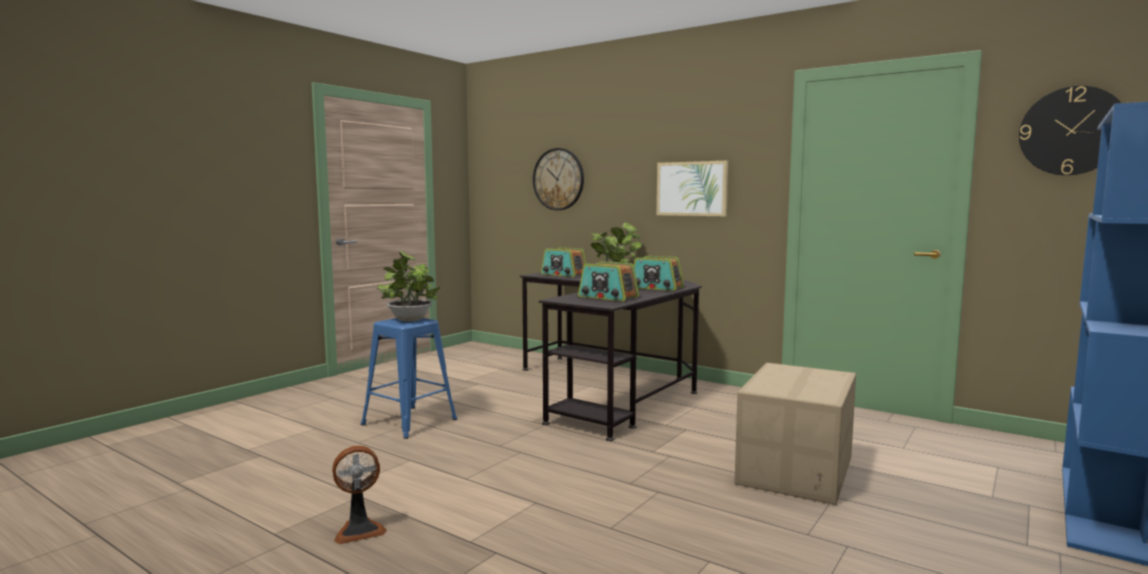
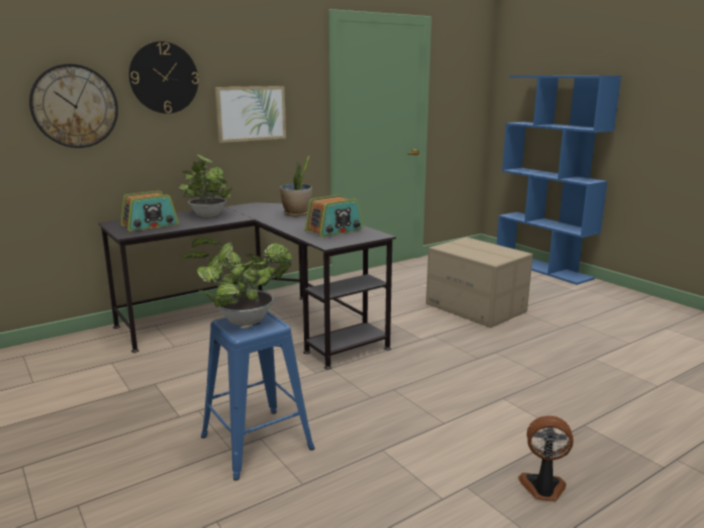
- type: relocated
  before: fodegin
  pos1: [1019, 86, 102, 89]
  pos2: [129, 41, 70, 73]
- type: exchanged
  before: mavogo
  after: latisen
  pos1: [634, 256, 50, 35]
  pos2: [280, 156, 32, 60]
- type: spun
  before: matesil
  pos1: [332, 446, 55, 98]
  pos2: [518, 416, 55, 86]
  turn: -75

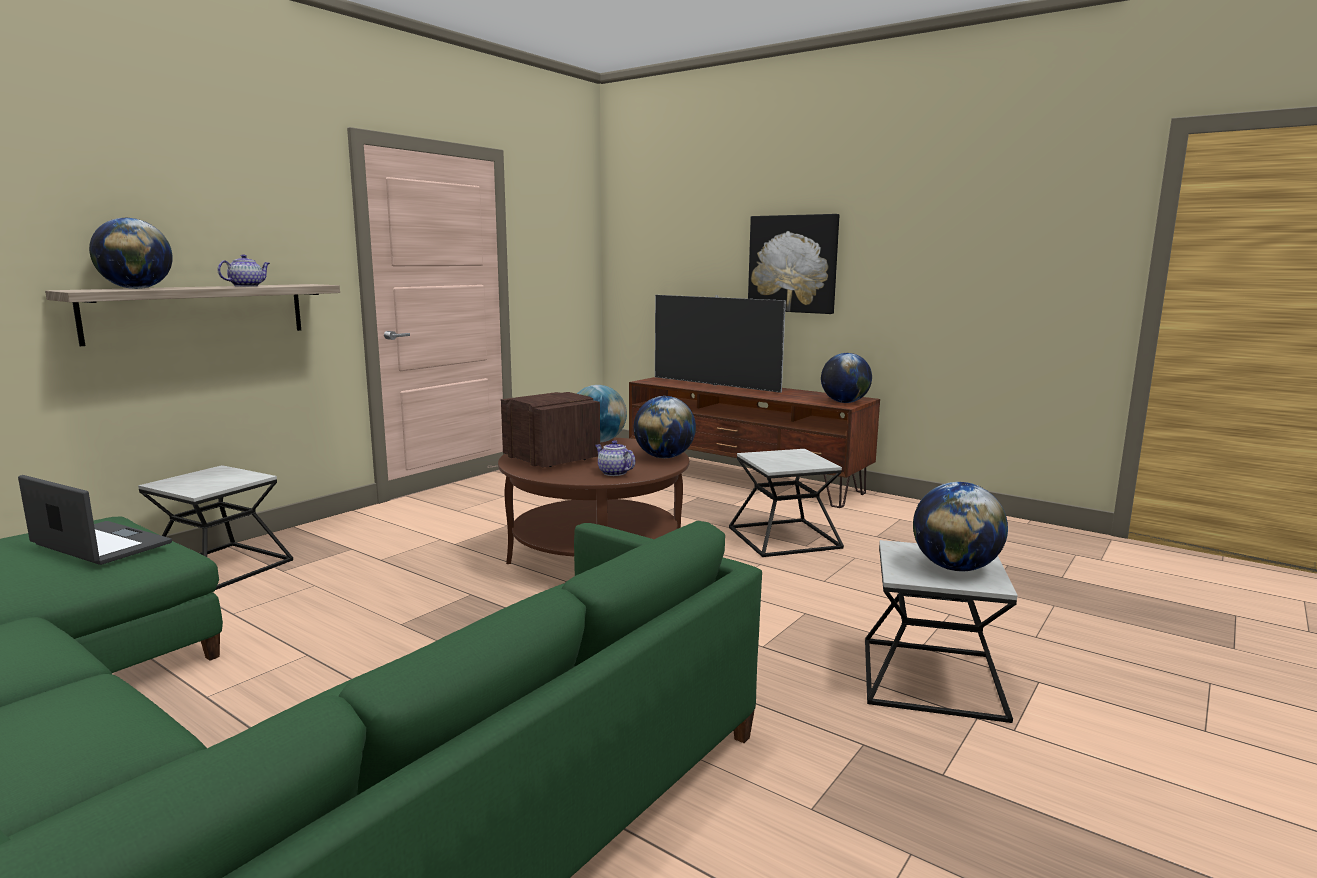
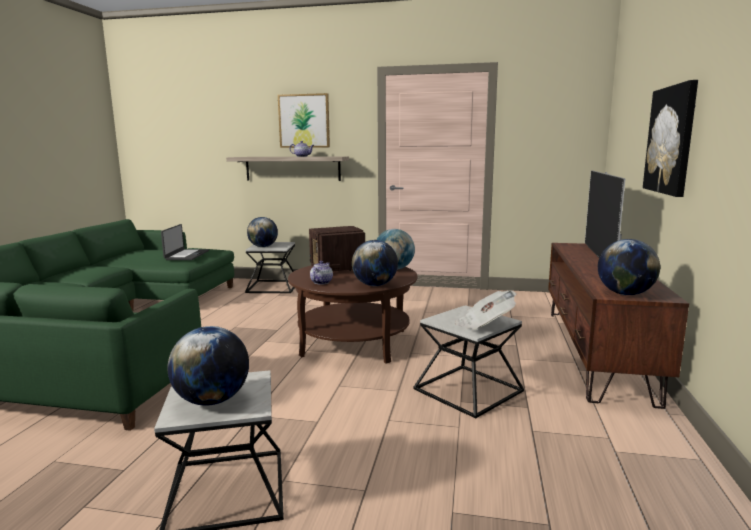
- type: relocated
  before: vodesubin
  pos1: [89, 218, 84, 71]
  pos2: [247, 217, 31, 30]
- type: spun
  before: mavogo
  pos1: [501, 392, 99, 75]
  pos2: [309, 226, 56, 45]
  turn: 135
- type: appeared
  after: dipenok
  pos2: [278, 93, 52, 55]
- type: appeared
  after: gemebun
  pos2: [455, 290, 62, 40]

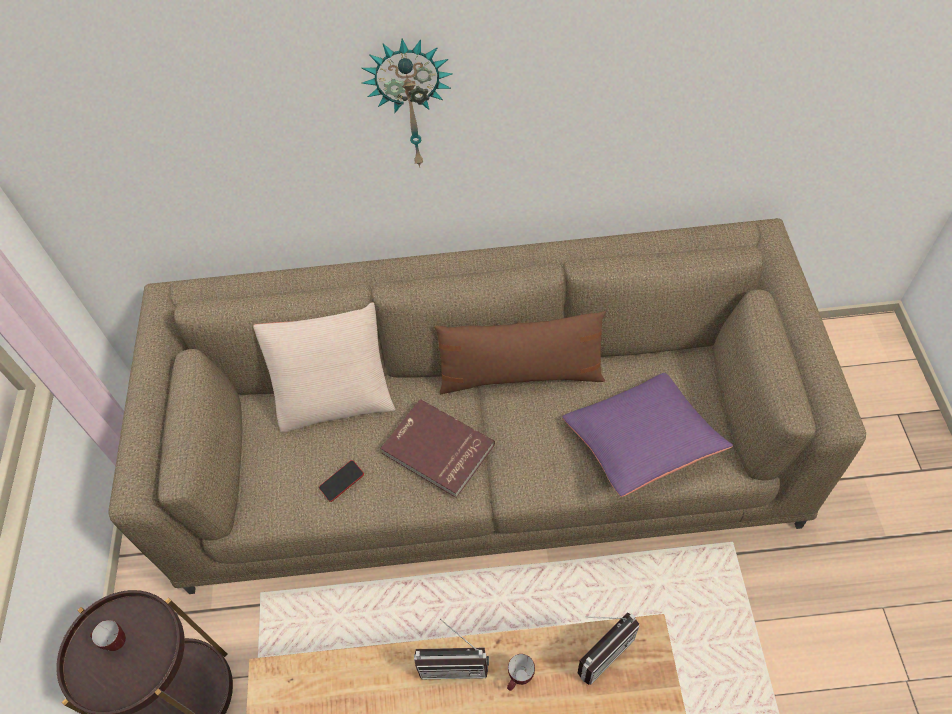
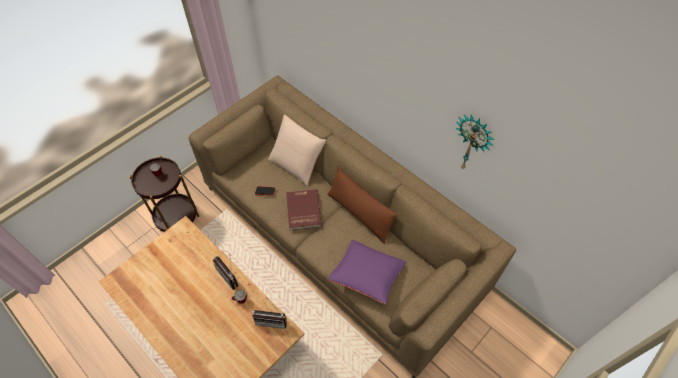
- type: relocated
  before: fodegin
  pos1: [362, 39, 91, 129]
  pos2: [456, 114, 38, 56]

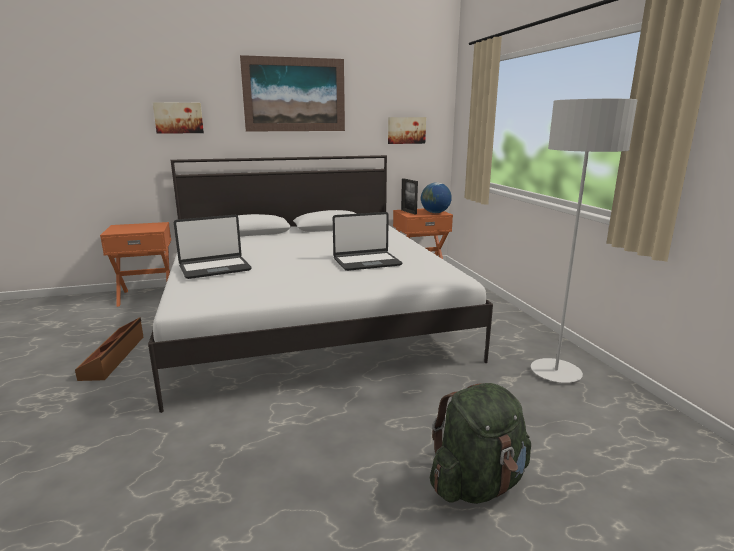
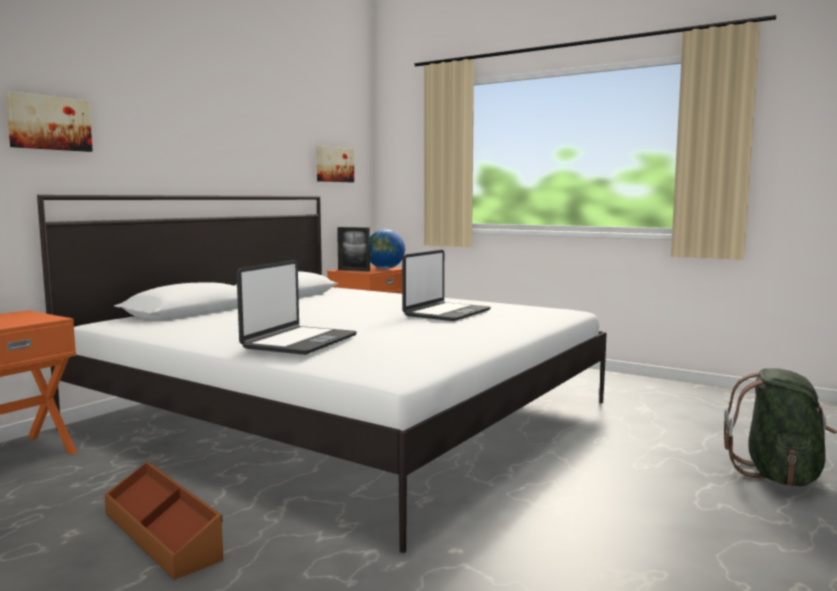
- type: missing
  before: dipenok
  pos1: [240, 55, 105, 77]
- type: missing
  before: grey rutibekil
  pos1: [531, 99, 107, 284]

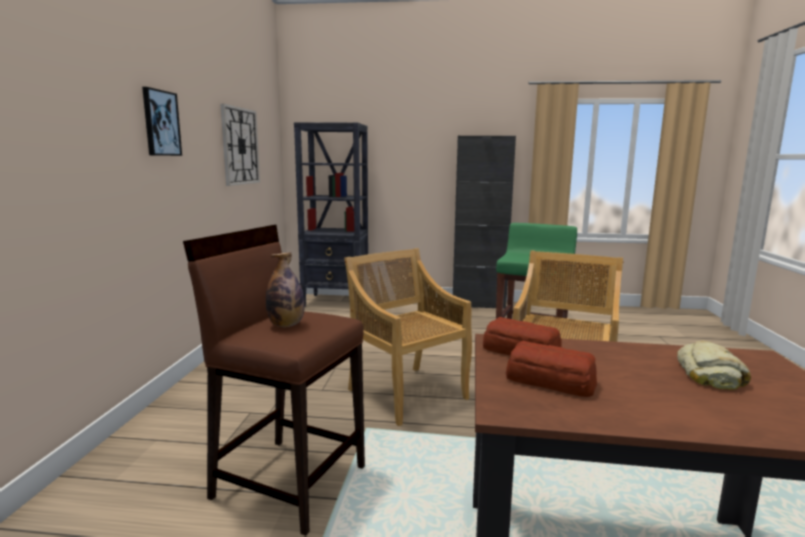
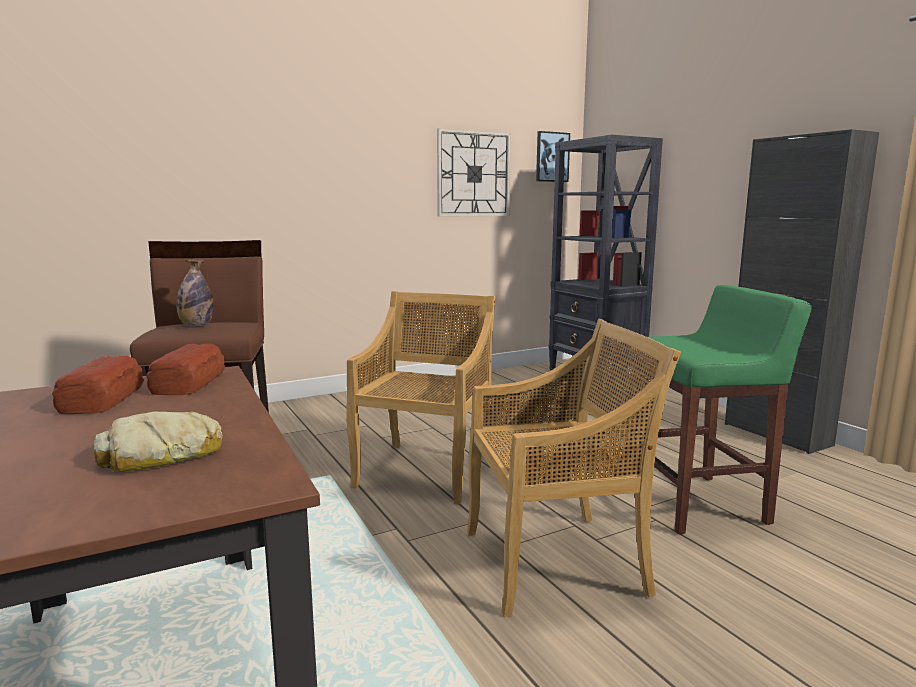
- type: relocated
  before: dipenok
  pos1: [142, 87, 40, 69]
  pos2: [536, 131, 34, 51]

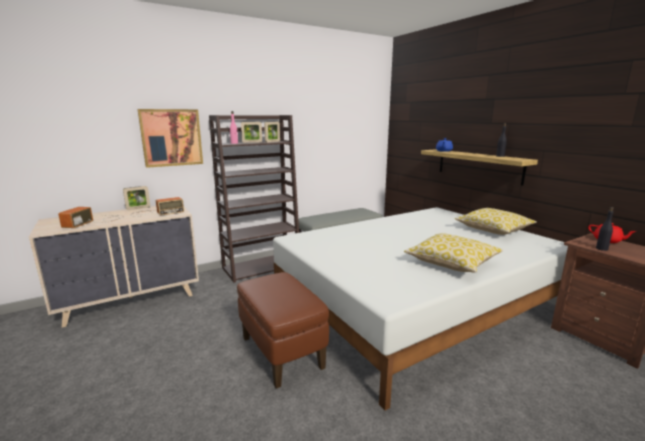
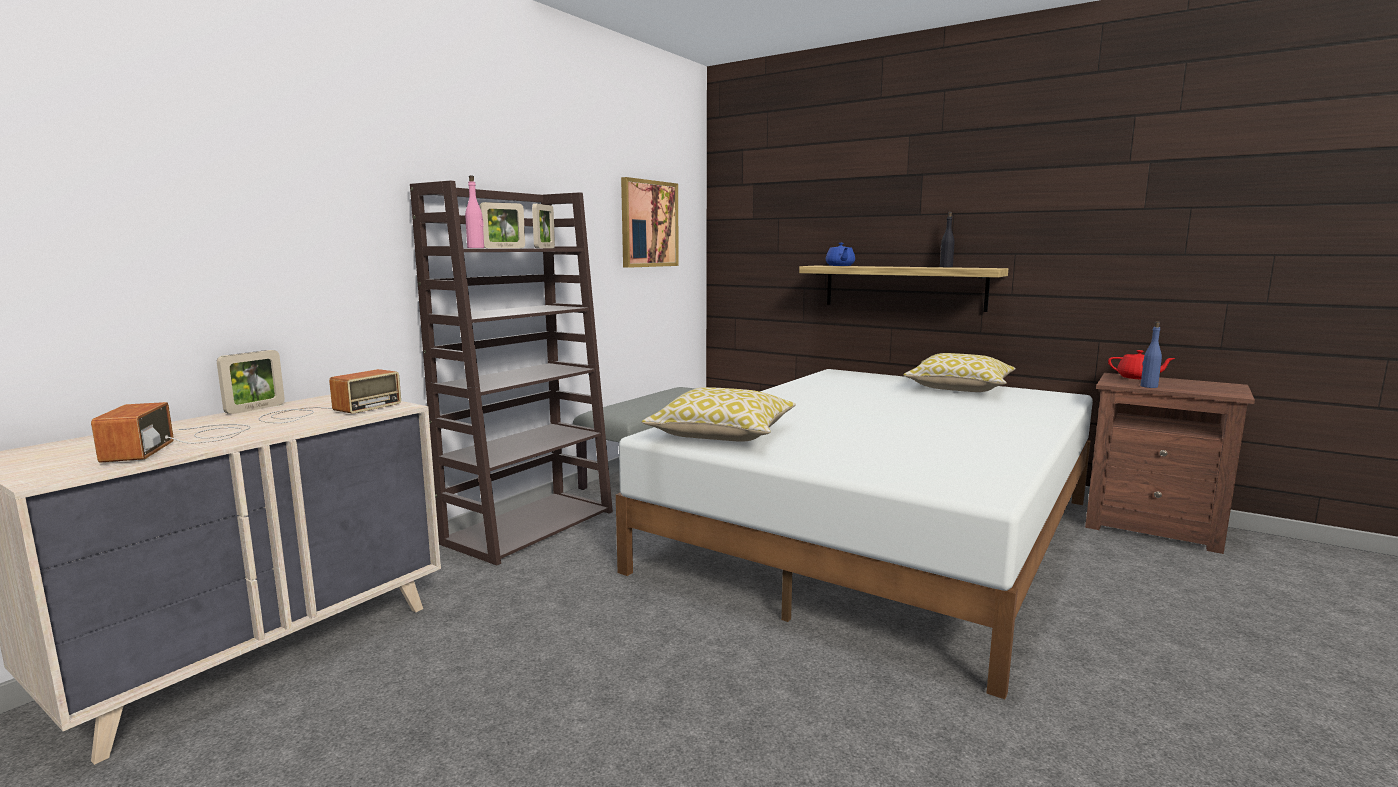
- type: relocated
  before: dipenok
  pos1: [137, 109, 66, 59]
  pos2: [621, 177, 58, 91]
- type: colour
  before: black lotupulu
  after: blue lotupulu
  pos1: [596, 207, 18, 44]
  pos2: [1140, 321, 22, 67]
- type: relocated
  before: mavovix
  pos1: [404, 233, 99, 40]
  pos2: [642, 387, 154, 55]
- type: missing
  before: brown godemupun
  pos1: [237, 272, 92, 117]

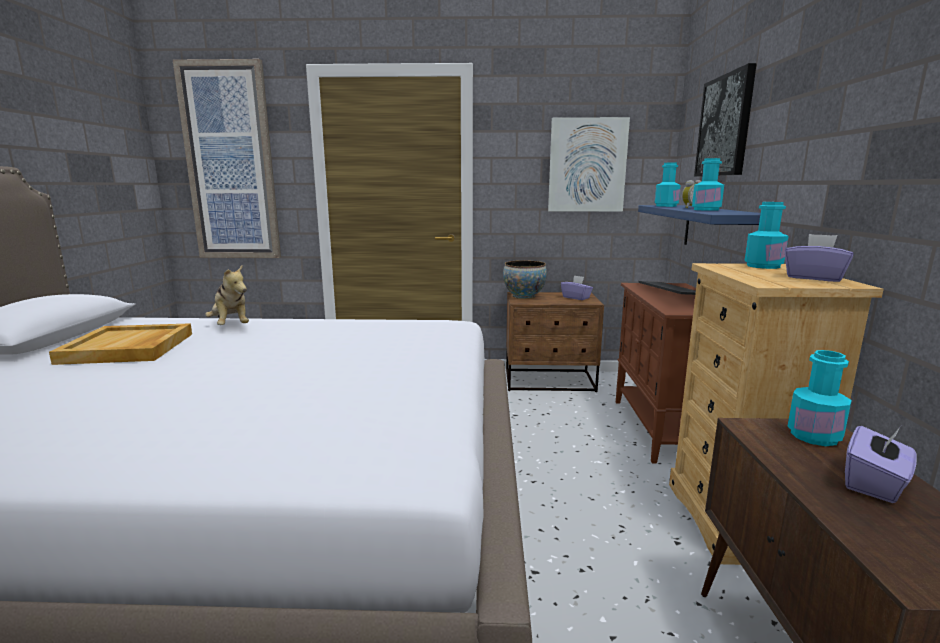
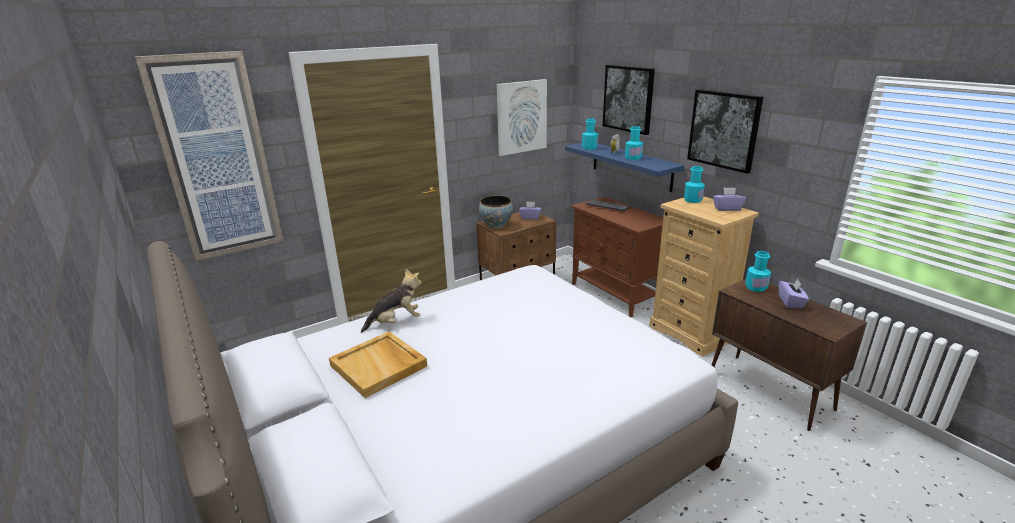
- type: spun
  before: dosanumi
  pos1: [205, 265, 44, 60]
  pos2: [361, 269, 61, 64]
  turn: -45
- type: appeared
  after: dipenok
  pos2: [687, 89, 76, 85]

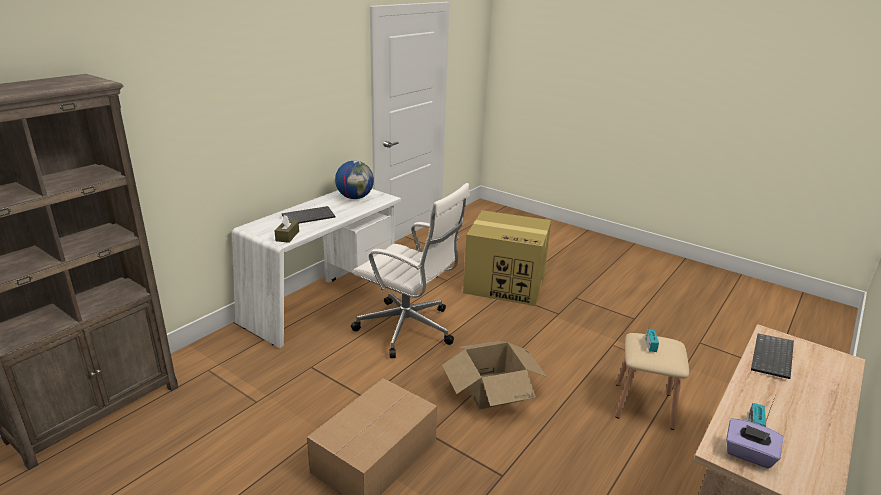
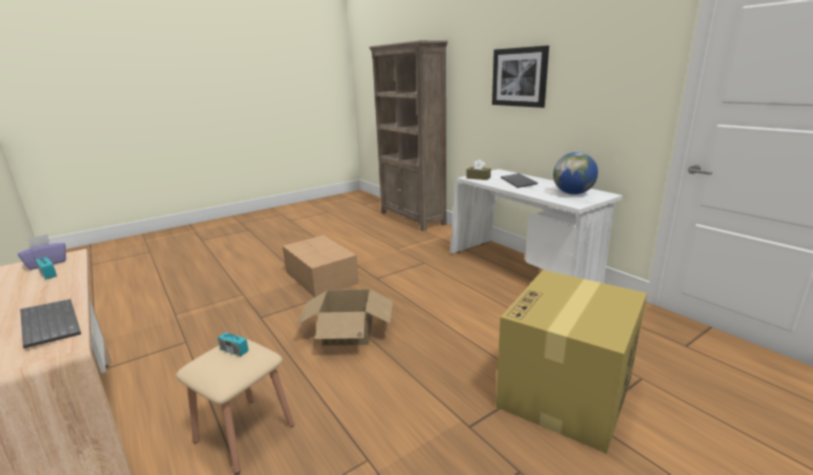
- type: missing
  before: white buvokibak
  pos1: [351, 183, 119, 175]
- type: appeared
  after: dipenok
  pos2: [492, 45, 57, 63]

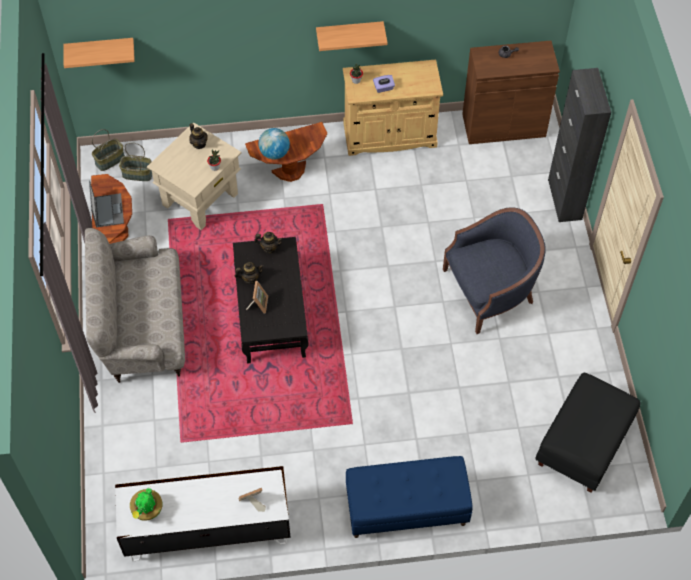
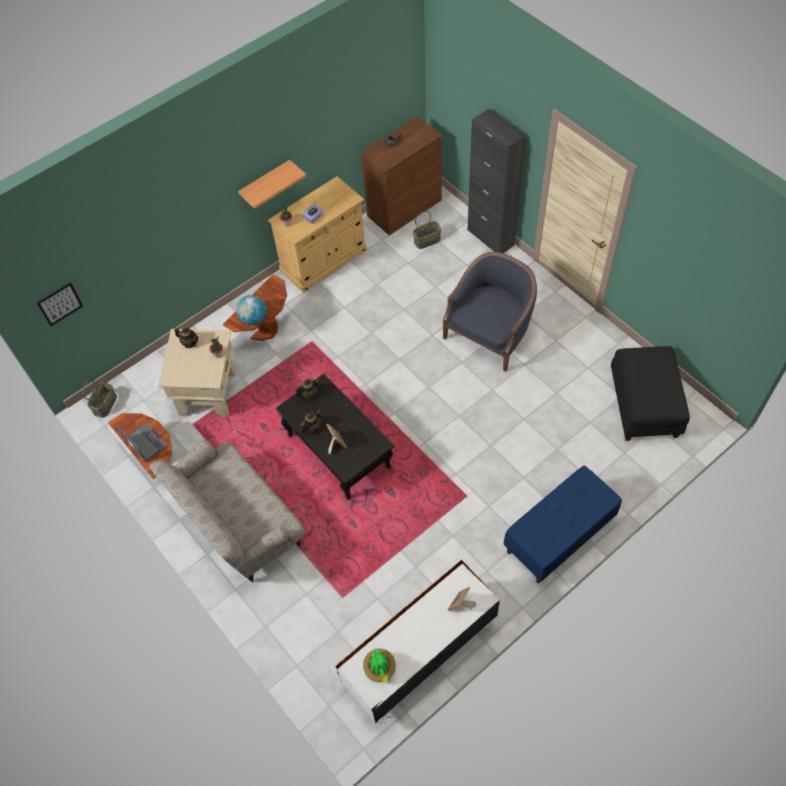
- type: exchanged
  before: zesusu
  after: dipenok
  pos1: [63, 38, 72, 30]
  pos2: [37, 282, 46, 44]
- type: relocated
  before: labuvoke
  pos1: [119, 143, 33, 38]
  pos2: [413, 211, 28, 38]

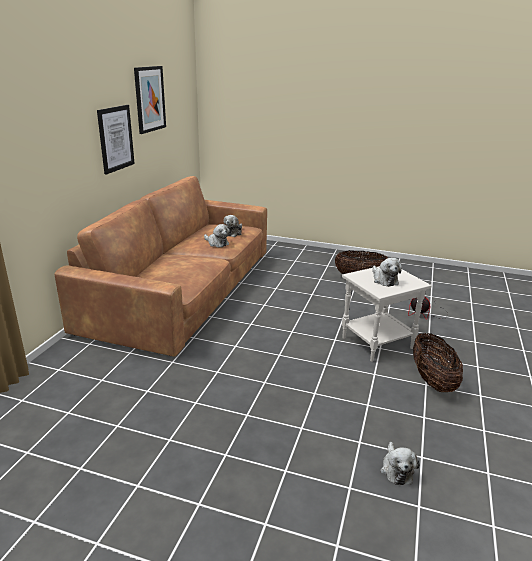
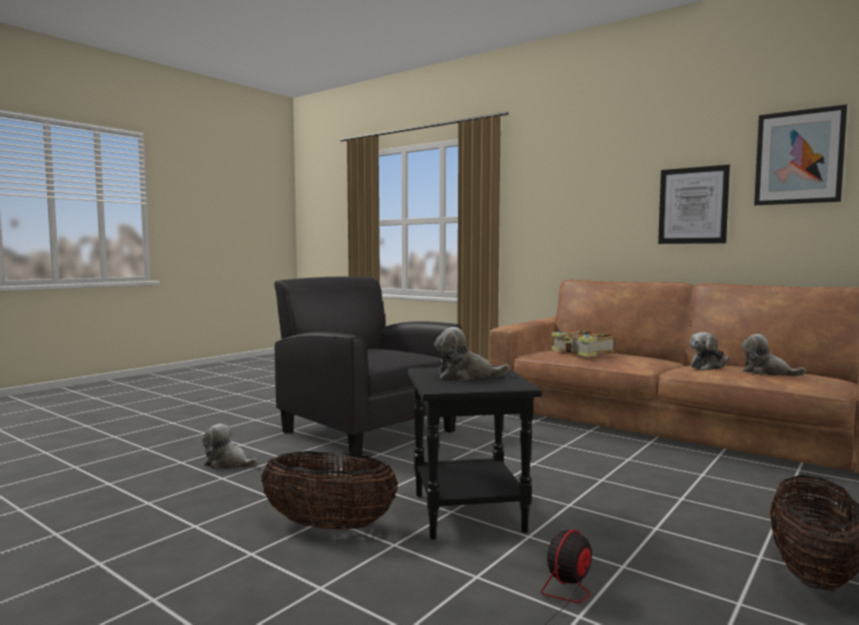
- type: colour
  before: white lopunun
  after: black lopunun
  pos1: [342, 266, 89, 96]
  pos2: [408, 366, 134, 173]
- type: appeared
  after: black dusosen
  pos2: [275, 276, 186, 184]
- type: appeared
  after: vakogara
  pos2: [551, 330, 65, 27]

